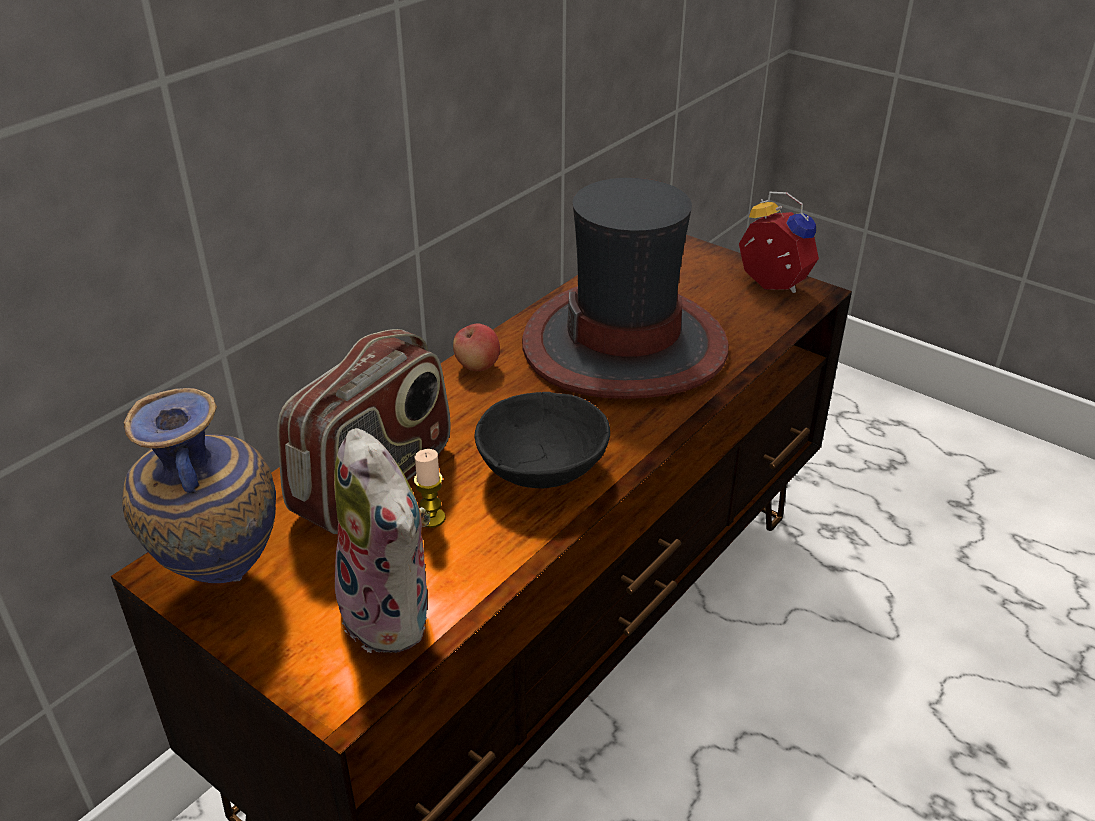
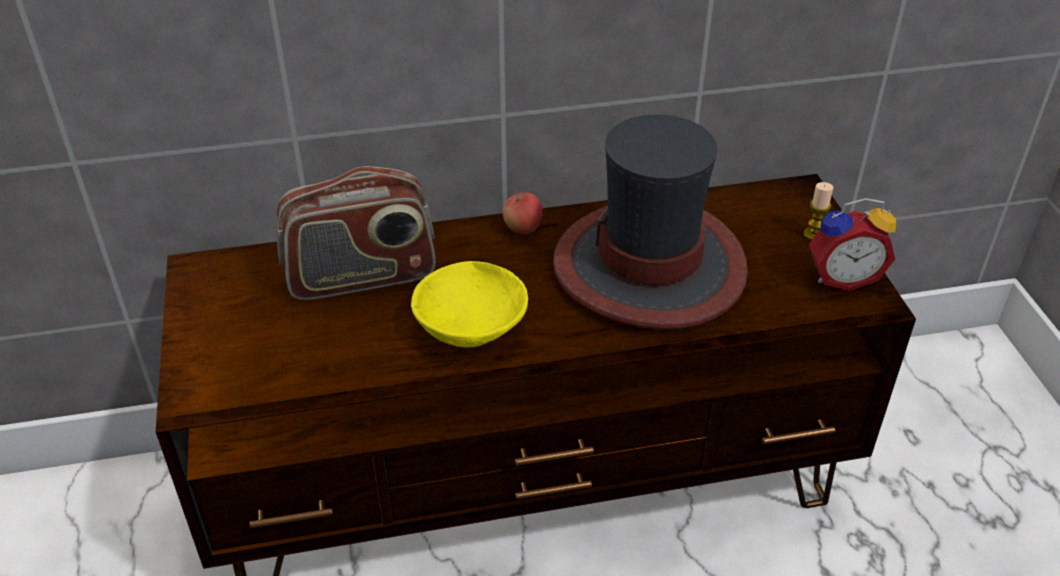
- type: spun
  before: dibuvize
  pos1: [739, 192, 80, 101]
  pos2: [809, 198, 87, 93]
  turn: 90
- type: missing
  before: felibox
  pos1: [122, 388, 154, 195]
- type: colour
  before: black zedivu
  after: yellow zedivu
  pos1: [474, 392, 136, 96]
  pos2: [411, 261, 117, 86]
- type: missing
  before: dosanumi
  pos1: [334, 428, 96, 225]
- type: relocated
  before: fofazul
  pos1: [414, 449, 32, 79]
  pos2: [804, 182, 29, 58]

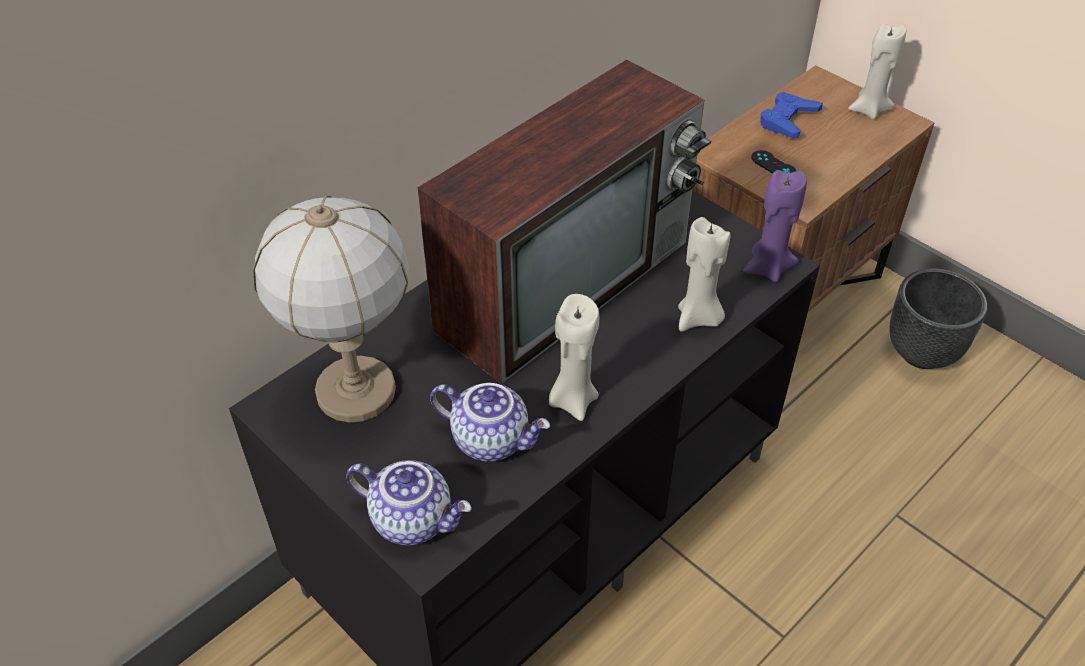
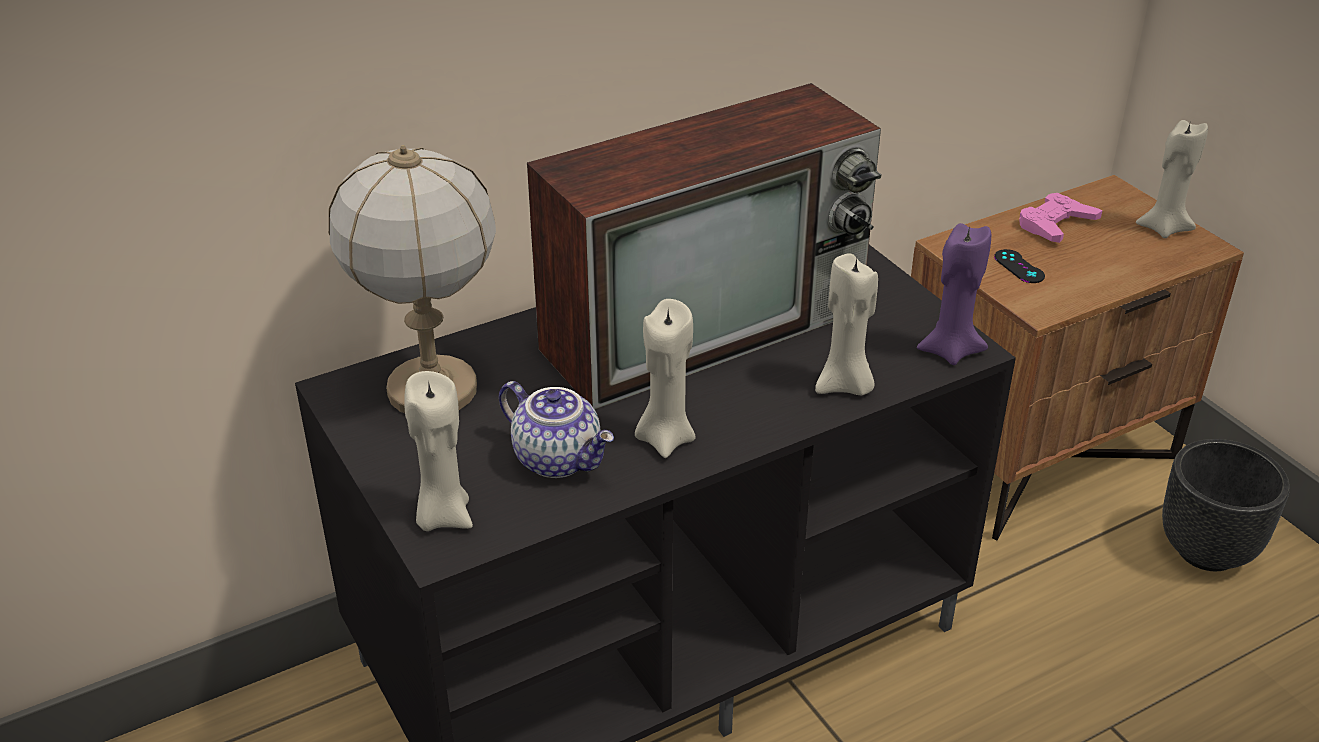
- type: colour
  before: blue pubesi
  after: pink pubesi
  pos1: [760, 92, 63, 46]
  pos2: [1019, 193, 84, 50]
- type: exchanged
  before: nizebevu
  after: beige fofazul
  pos1: [346, 460, 126, 85]
  pos2: [404, 371, 69, 160]

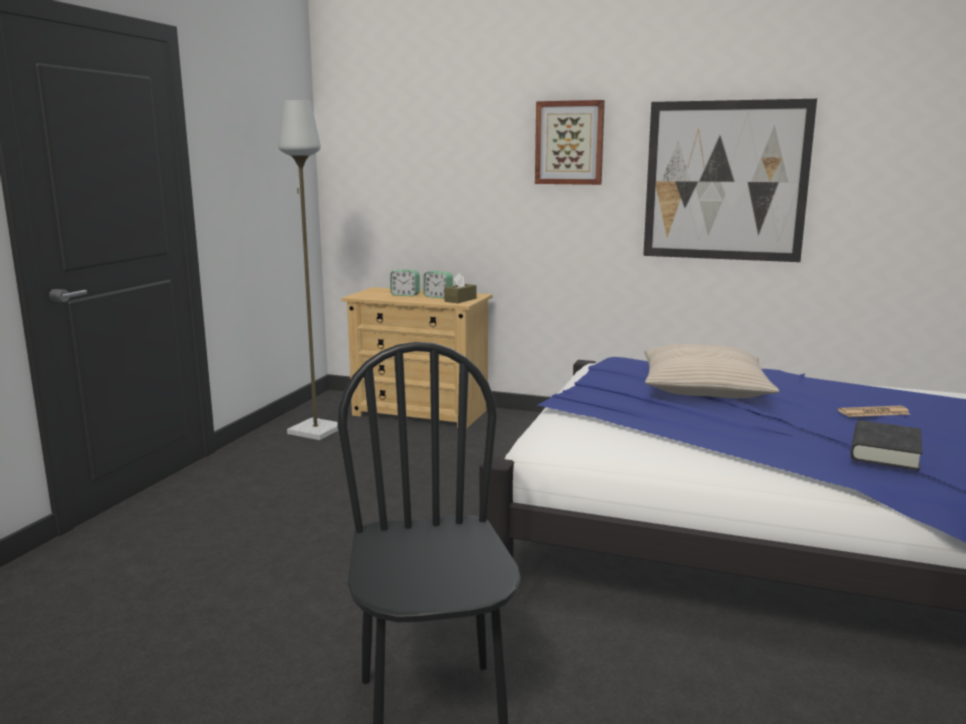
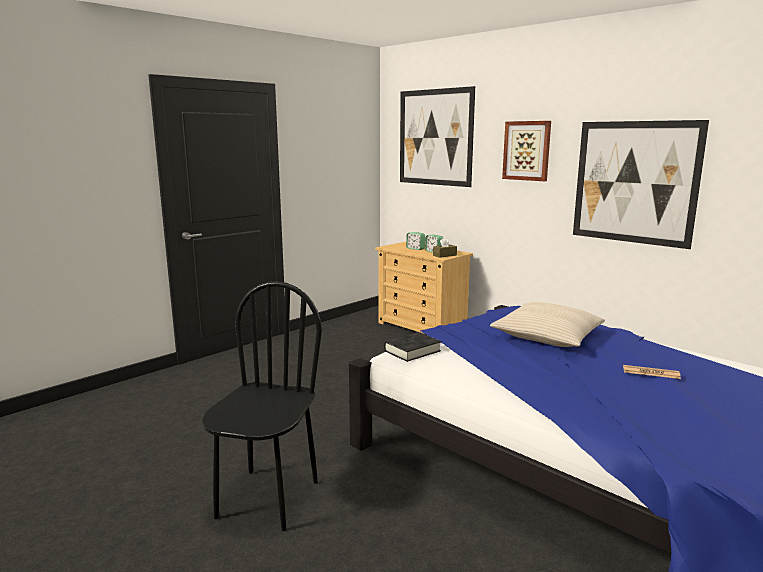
- type: missing
  before: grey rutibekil
  pos1: [278, 100, 60, 340]
- type: relocated
  before: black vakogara
  pos1: [851, 420, 71, 50]
  pos2: [384, 332, 57, 30]
- type: appeared
  after: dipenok
  pos2: [400, 86, 75, 101]

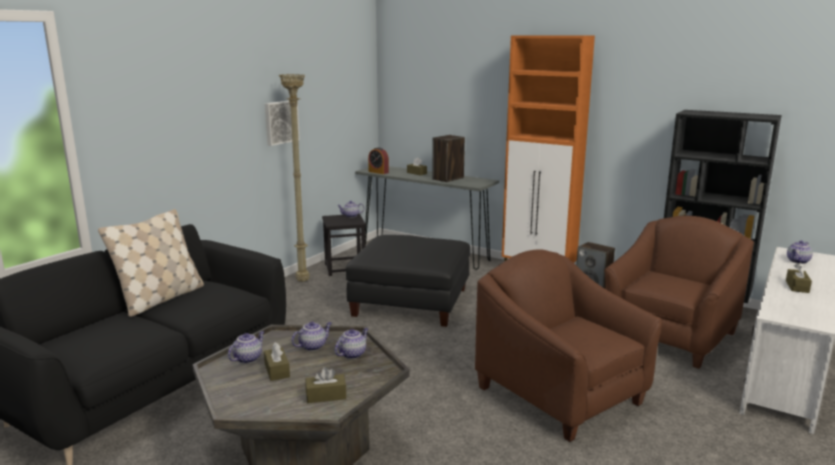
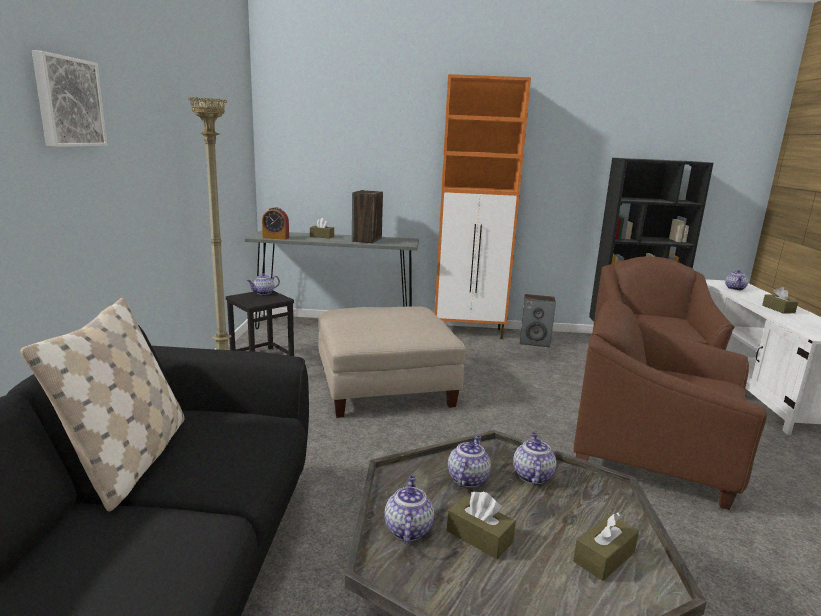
- type: relocated
  before: dipenok
  pos1: [265, 100, 35, 46]
  pos2: [32, 50, 75, 97]
- type: colour
  before: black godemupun
  after: beige godemupun
  pos1: [346, 235, 124, 92]
  pos2: [318, 306, 148, 112]

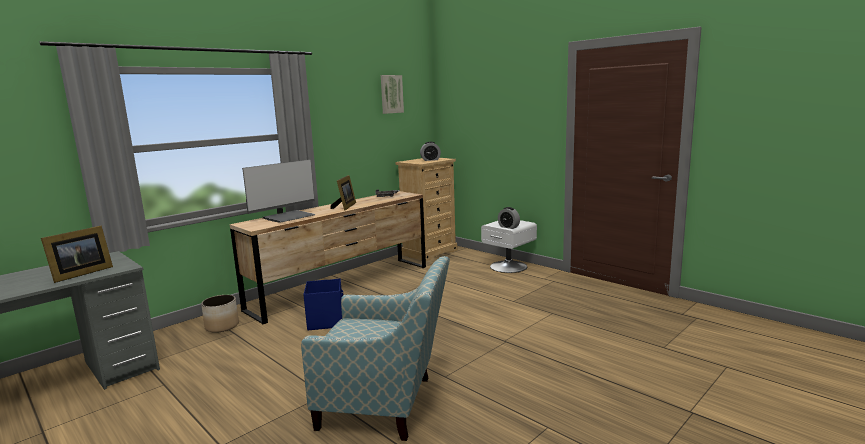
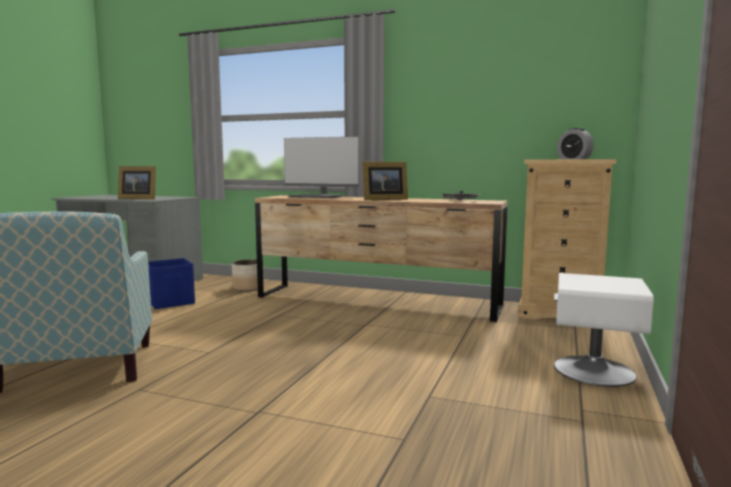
- type: missing
  before: dipenok
  pos1: [381, 75, 23, 39]
- type: missing
  before: dibuvize
  pos1: [498, 207, 22, 22]
- type: relocated
  before: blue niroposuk
  pos1: [303, 279, 40, 52]
  pos2: [148, 258, 47, 51]

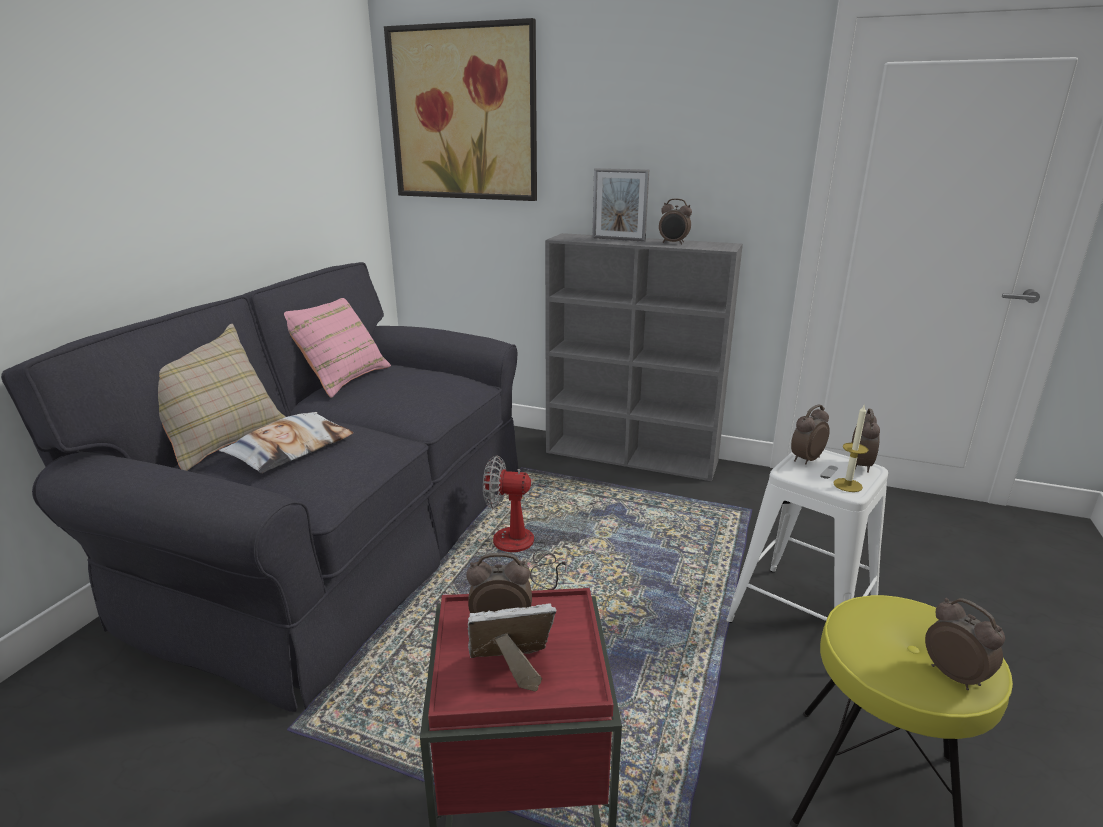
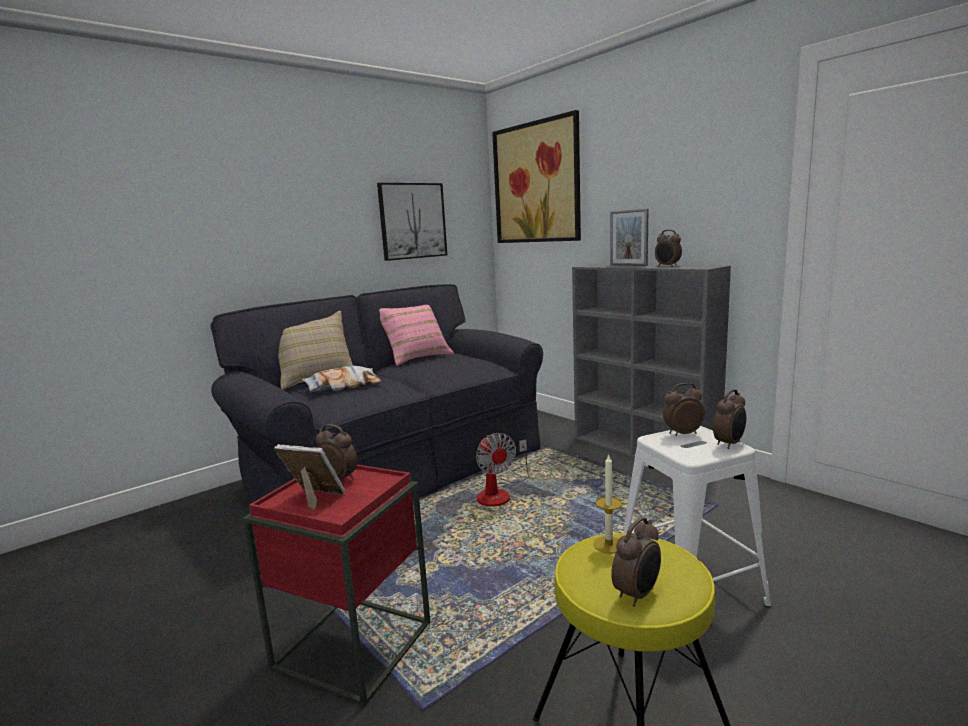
- type: relocated
  before: fofazul
  pos1: [833, 405, 35, 87]
  pos2: [593, 453, 29, 101]
- type: spun
  before: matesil
  pos1: [483, 456, 84, 134]
  pos2: [476, 433, 53, 74]
  turn: -150
- type: spun
  before: dibuvize
  pos1: [925, 598, 80, 92]
  pos2: [611, 517, 50, 90]
  turn: 45
- type: appeared
  after: dipenok
  pos2: [377, 183, 70, 78]

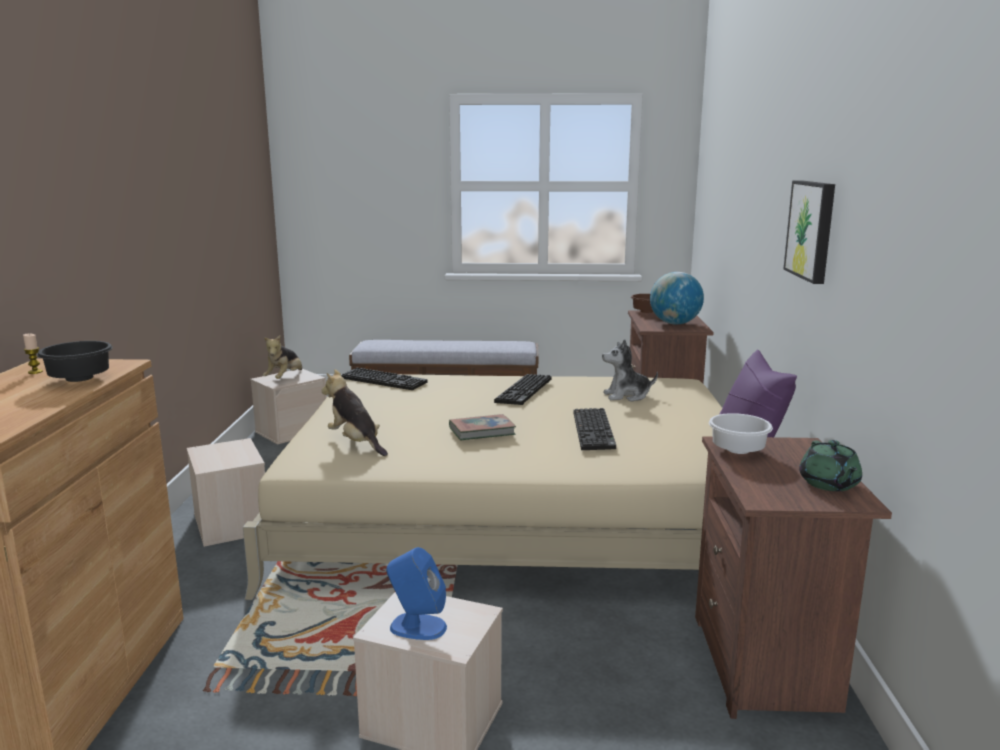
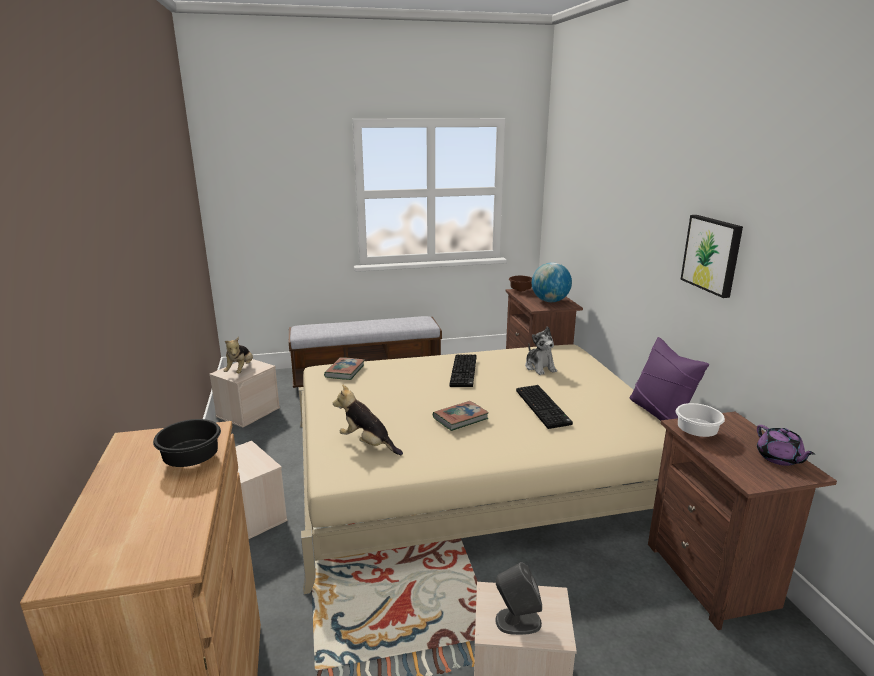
- type: missing
  before: fofazul
  pos1: [23, 334, 20, 40]
- type: spun
  before: dosanumi
  pos1: [602, 339, 56, 62]
  pos2: [525, 326, 32, 49]
  turn: -90
- type: exchanged
  before: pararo
  after: vakogara
  pos1: [341, 367, 86, 23]
  pos2: [324, 357, 40, 23]
- type: colour
  before: green nizebevu
  after: purple nizebevu
  pos1: [799, 440, 63, 51]
  pos2: [757, 425, 58, 41]
- type: colour
  before: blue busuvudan
  after: grey busuvudan
  pos1: [386, 547, 61, 93]
  pos2: [495, 562, 47, 73]

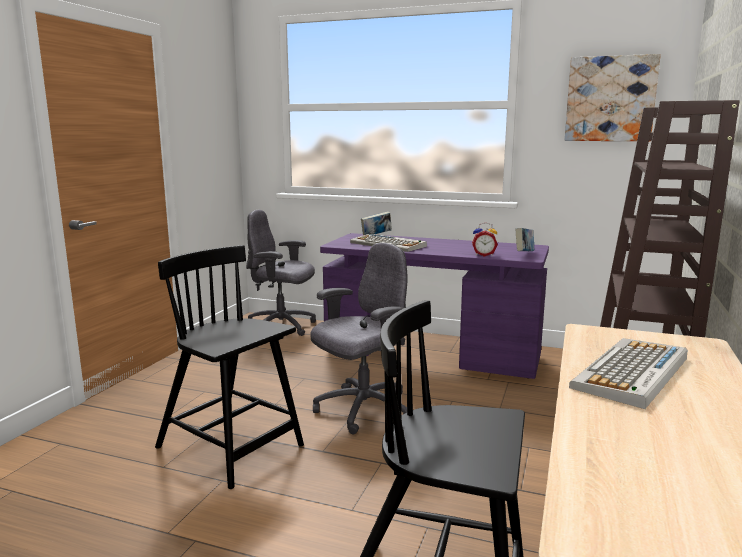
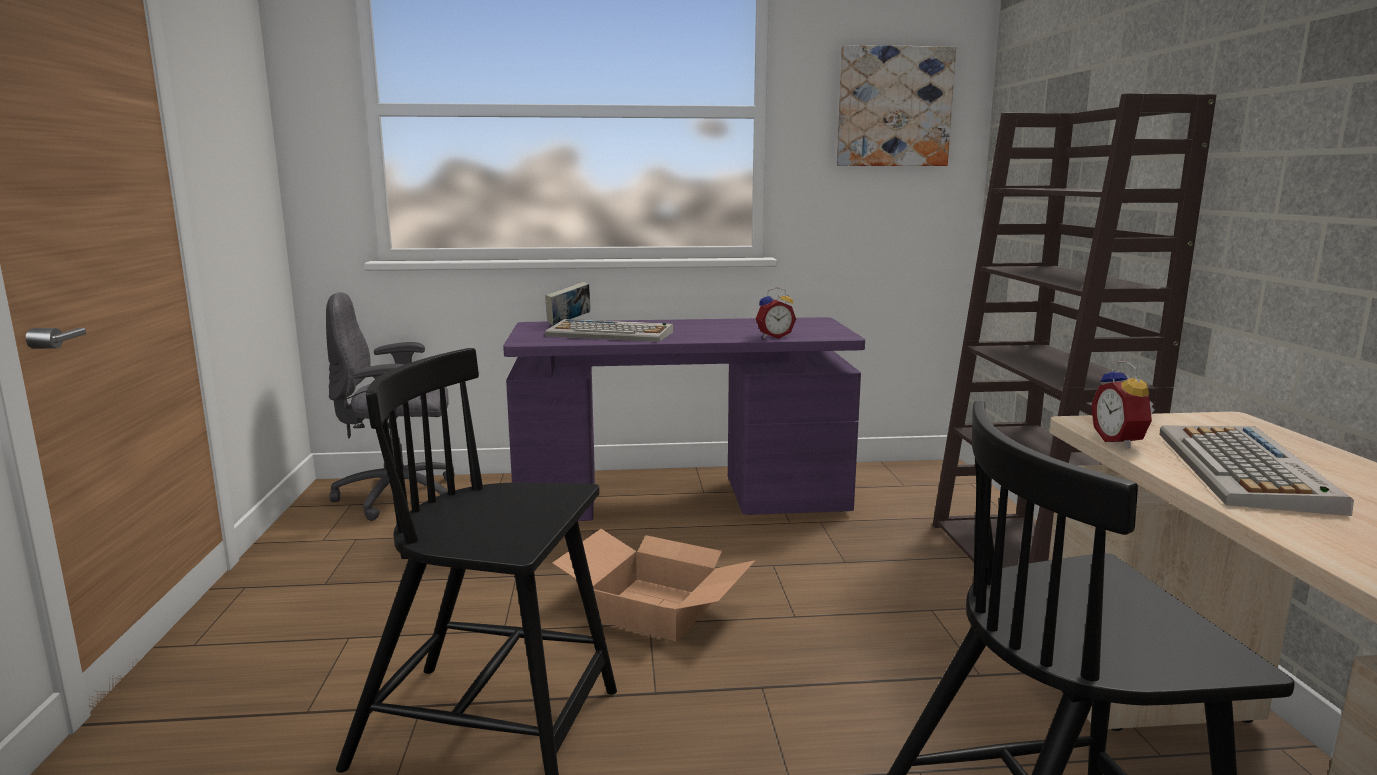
- type: missing
  before: vakogara
  pos1: [516, 228, 18, 23]
- type: exchanged
  before: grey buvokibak
  after: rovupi
  pos1: [310, 243, 98, 192]
  pos2: [553, 529, 203, 113]
- type: appeared
  after: dibuvize
  pos2: [1091, 361, 64, 87]

